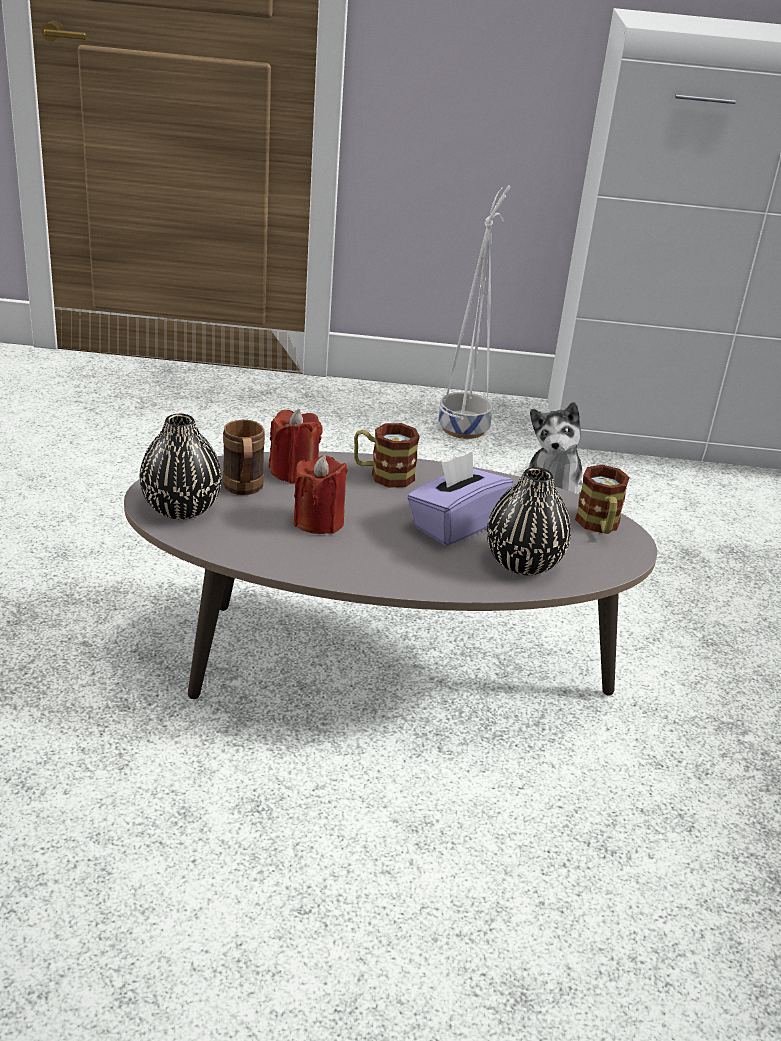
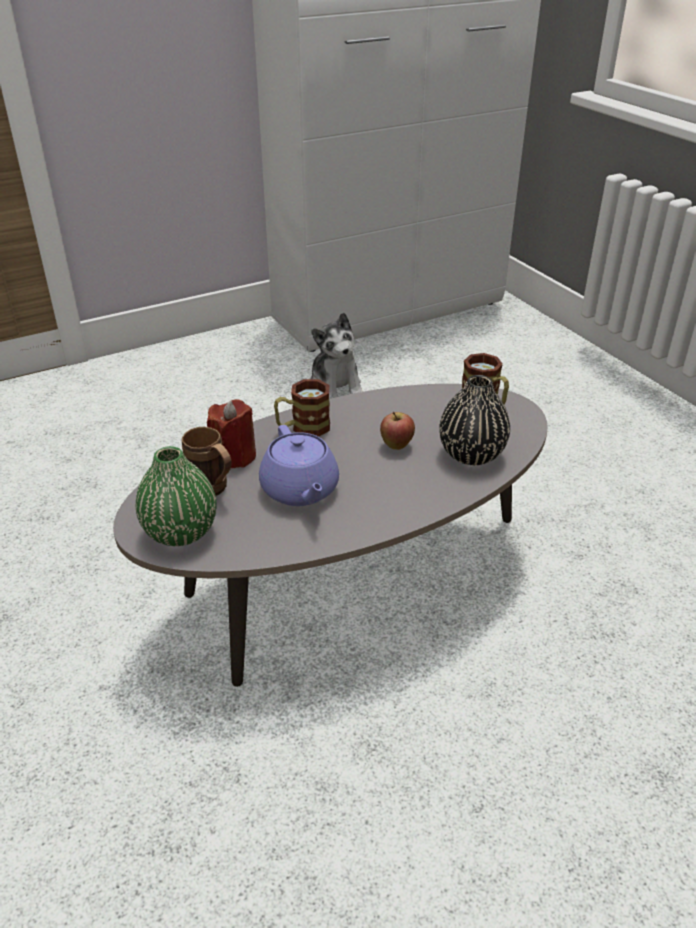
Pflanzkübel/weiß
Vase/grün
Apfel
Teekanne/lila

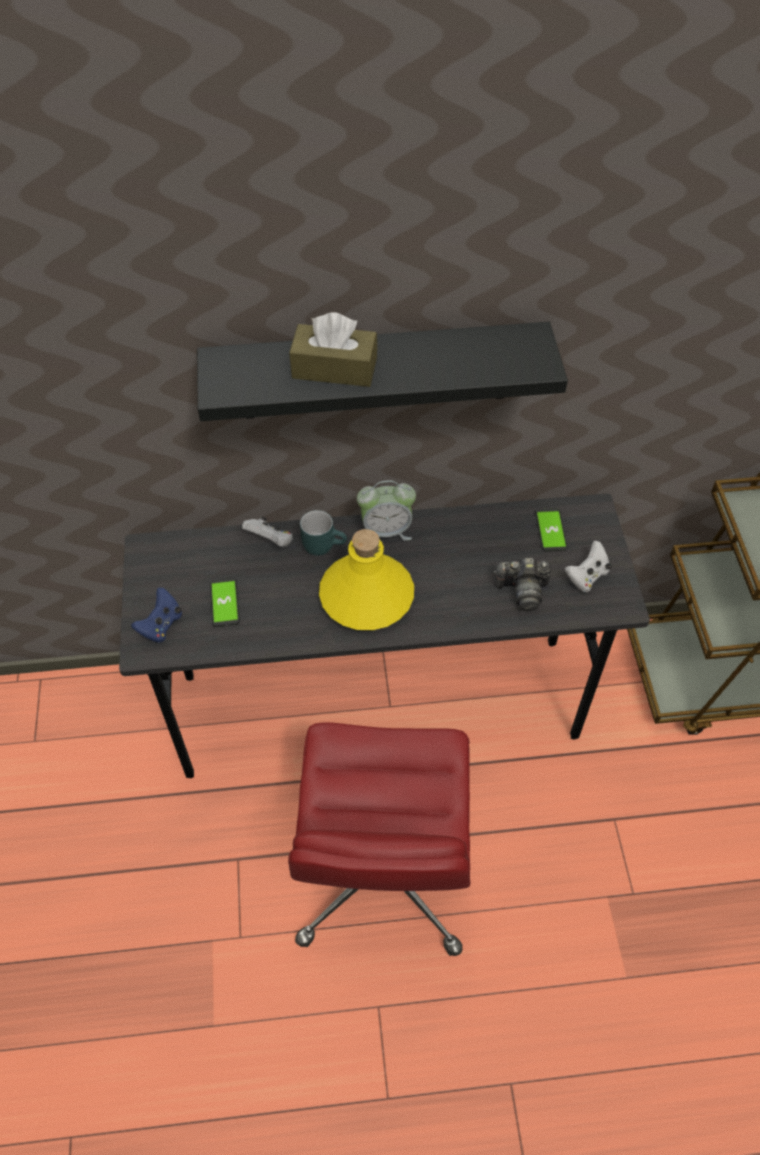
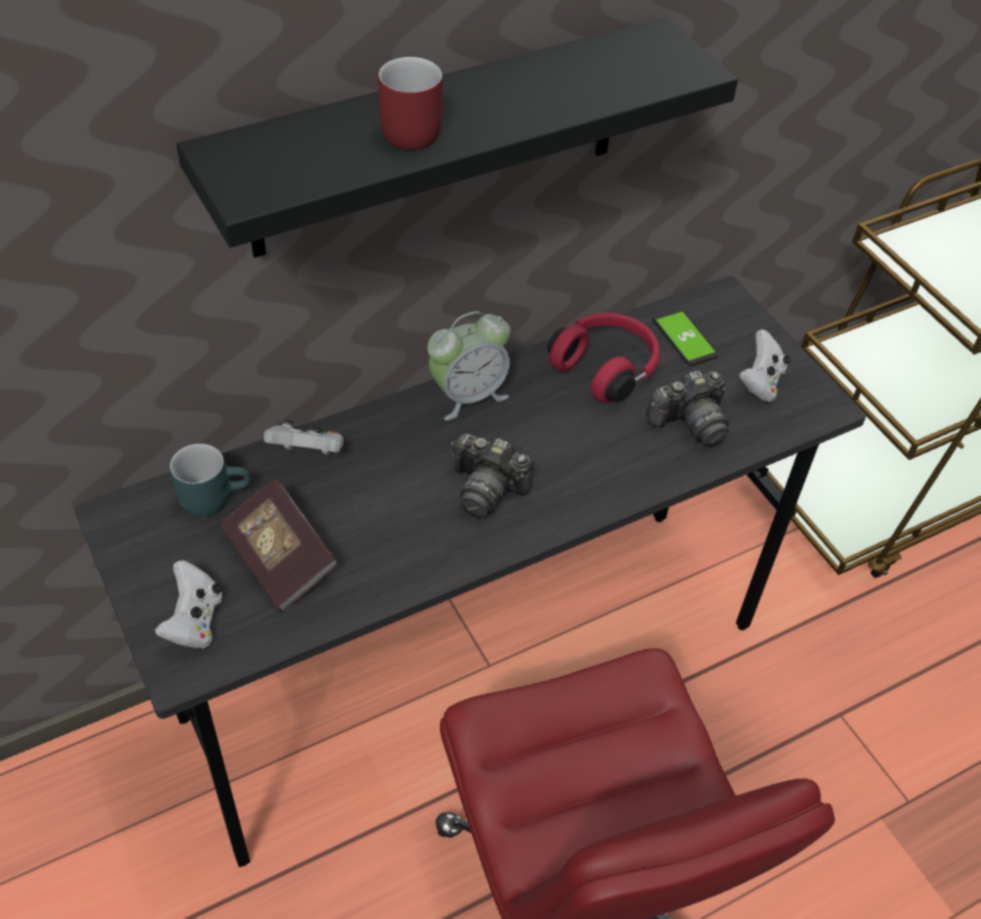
Henkelbecher/rot
Henkelbecher/türkis
Kamera (no. 1 from left)
Buch
Gamepad/weiß (no. 1 from left)
Kopfhörer/rot

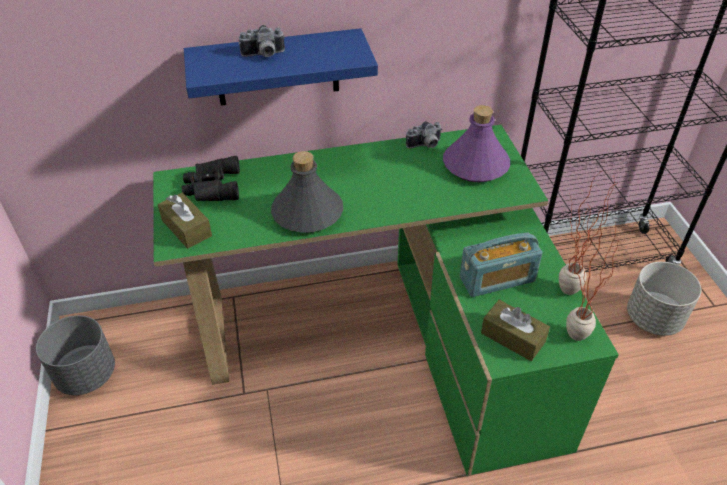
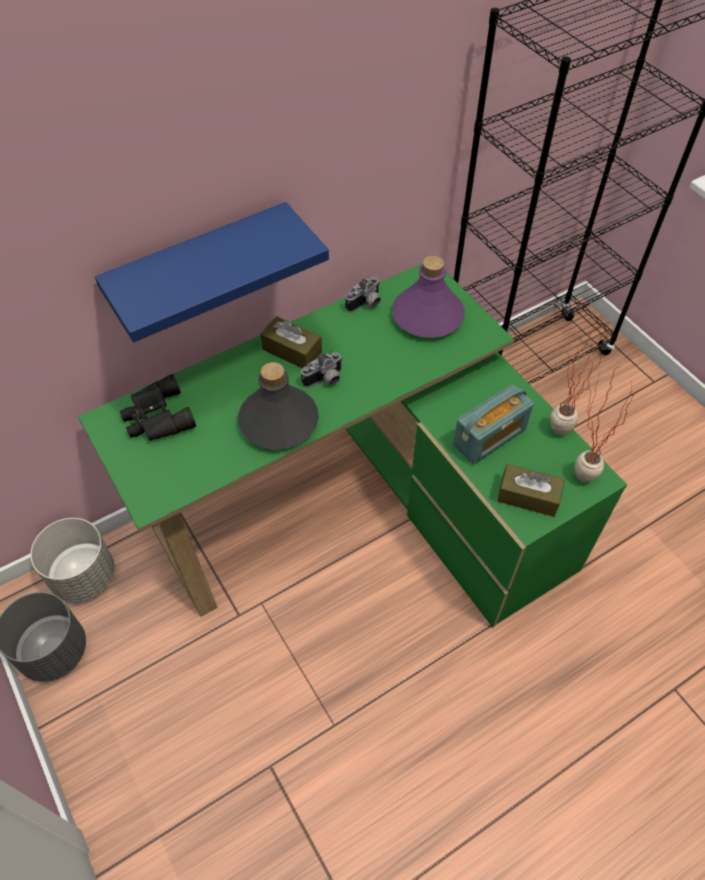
Kamera (no. 1 from left)
Taschentuchbox/braun (no. 1 from left)
Pflanzkübel/grau (no. 2 from left)

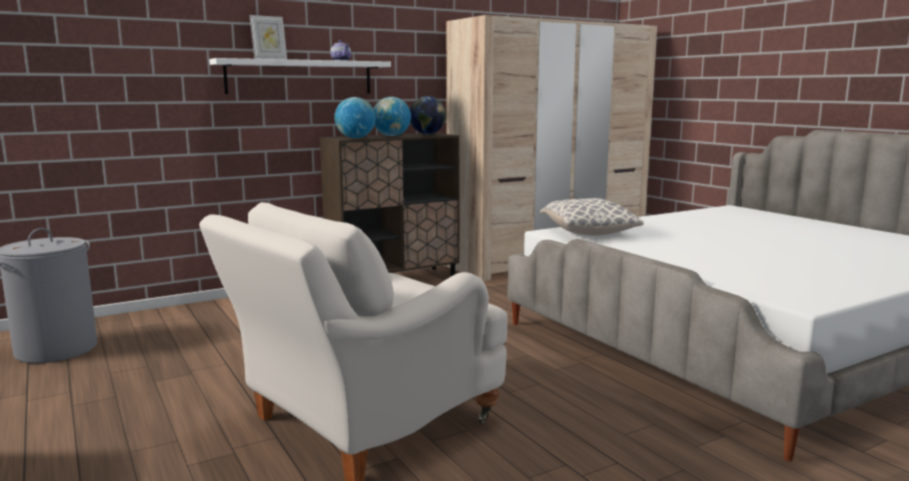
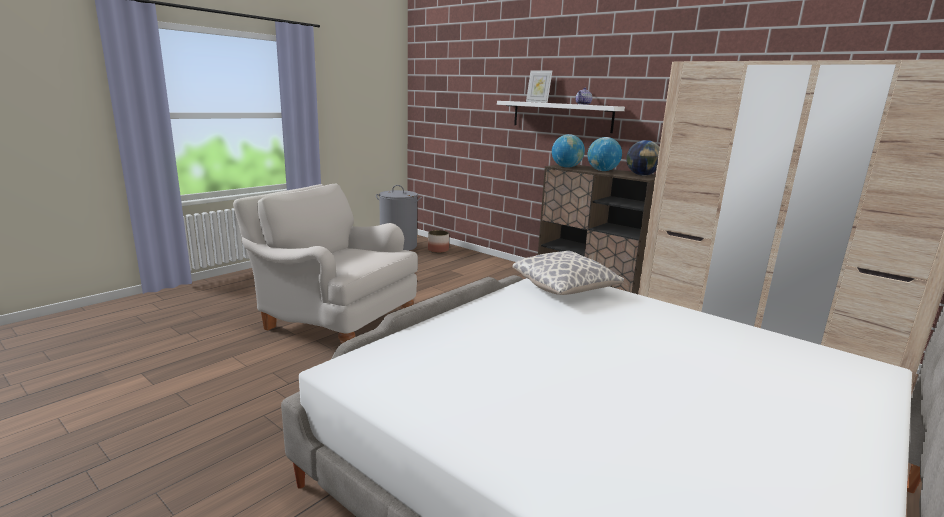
Pflanzkübel

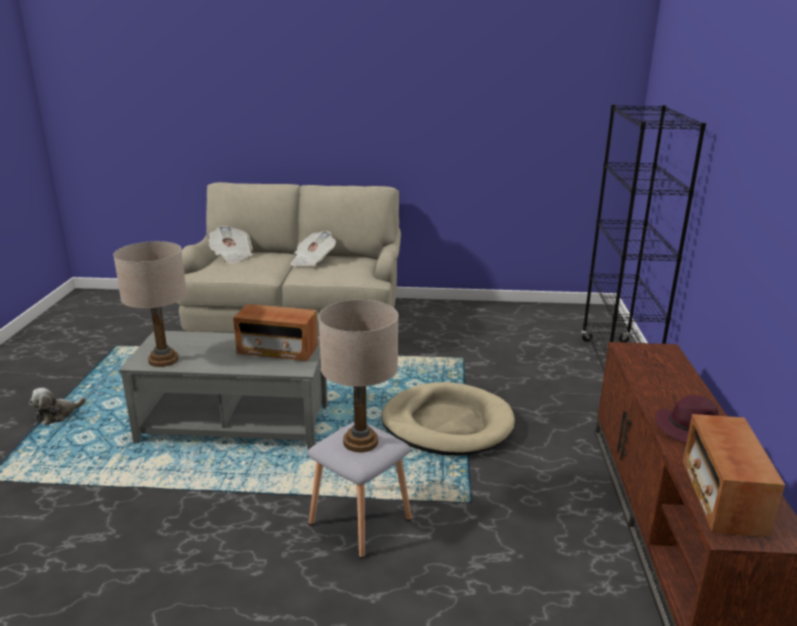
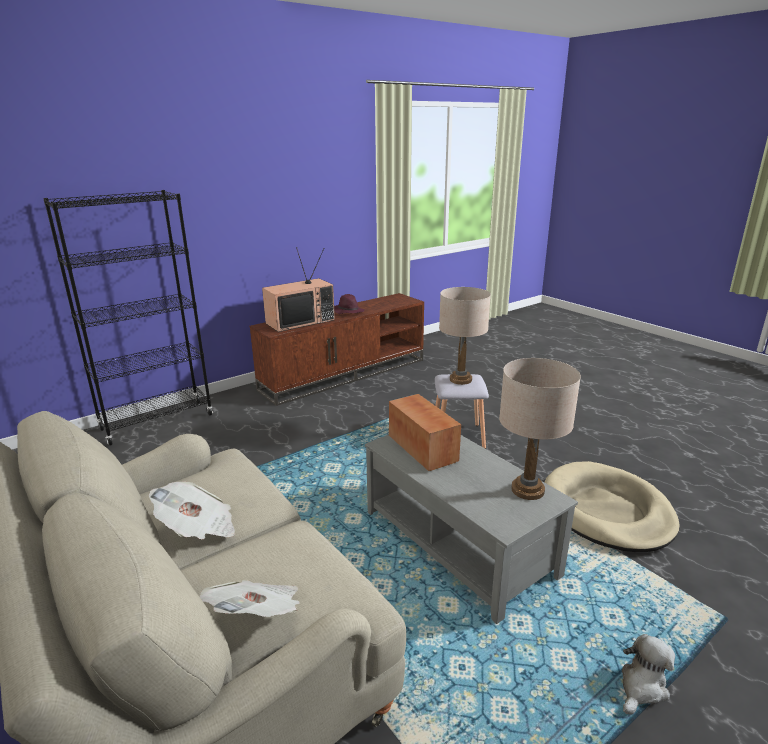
Hundebett/beige
Plüschtier
Radio (no. 2 from left in the first image)
Fernseher

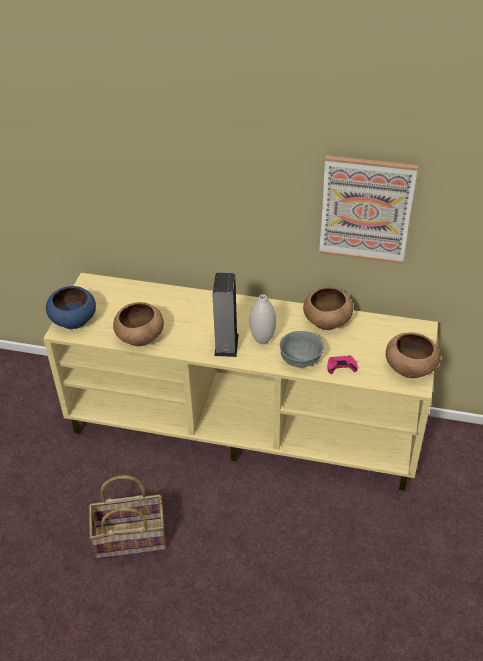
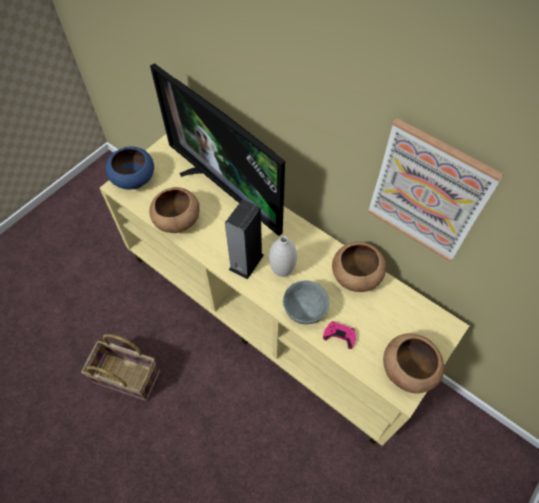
Fernseher

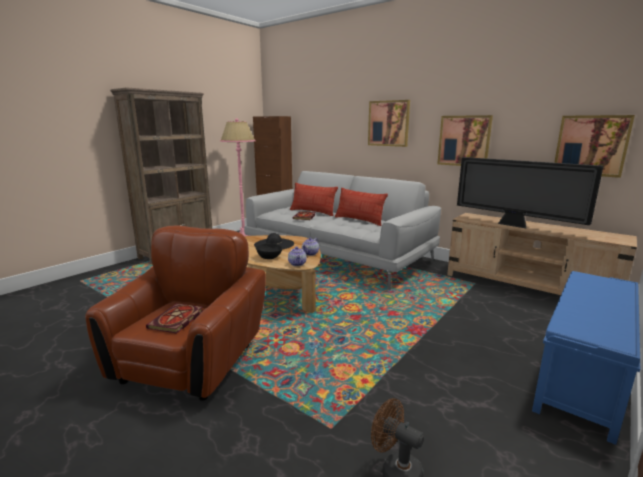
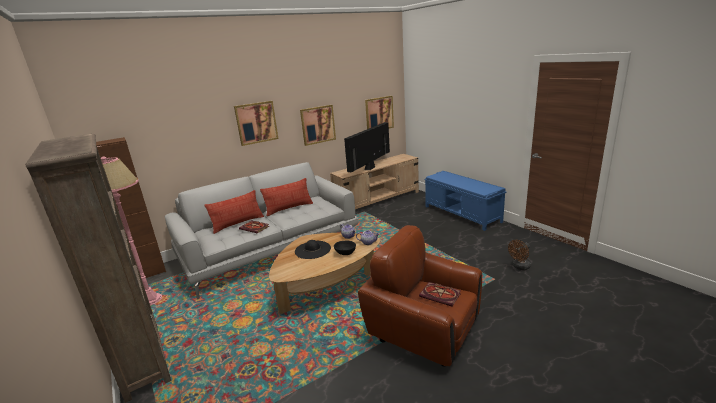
Fernseher

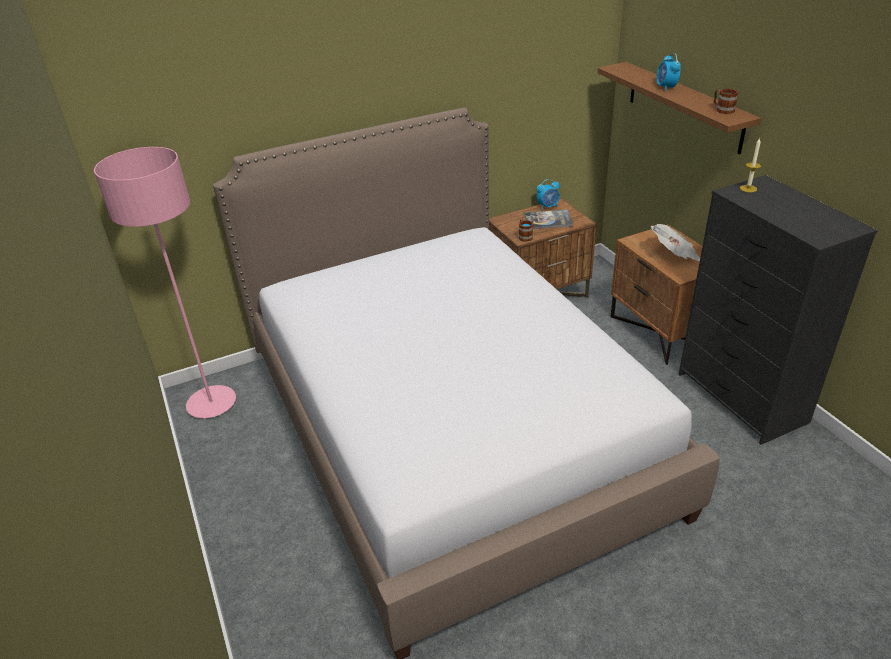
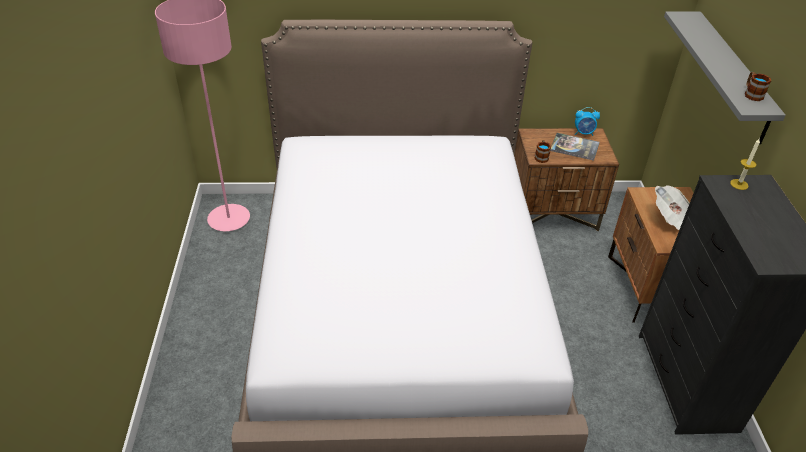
Wecker (no. 2 from left in the first image)
Wandregal/grau

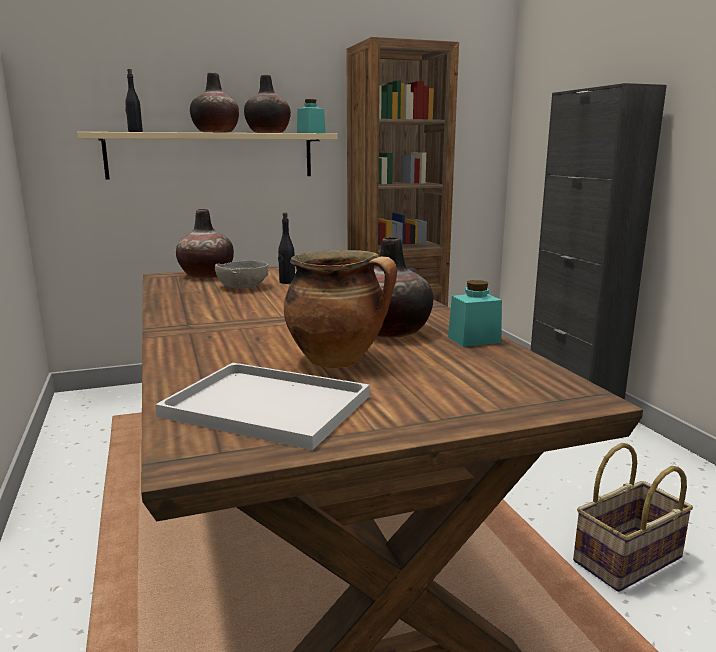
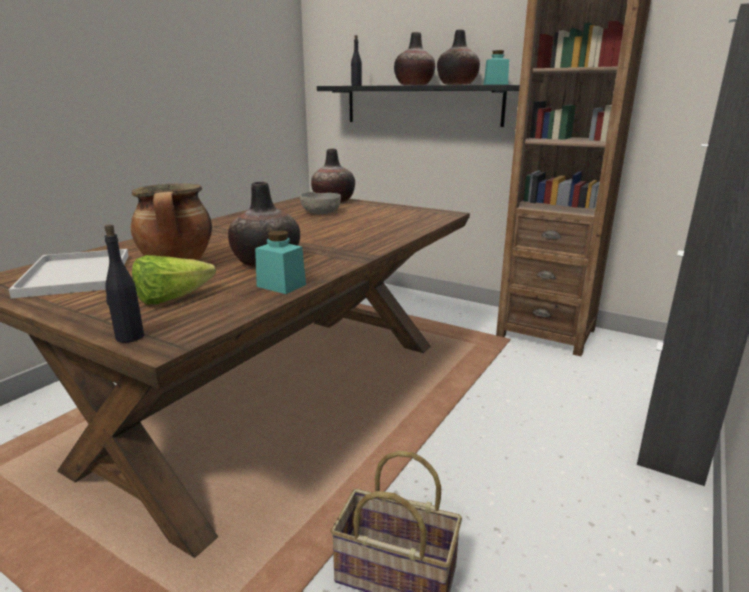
Wandregal/schwarz
Flasche/schwarz (no. 1 from left)
Salatkopf

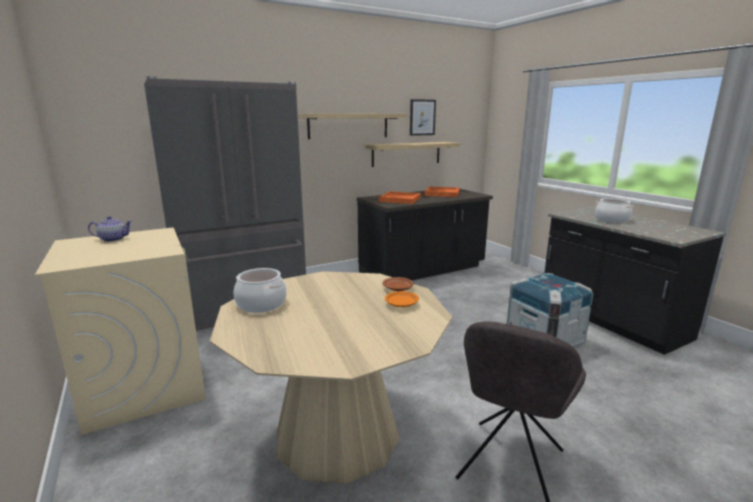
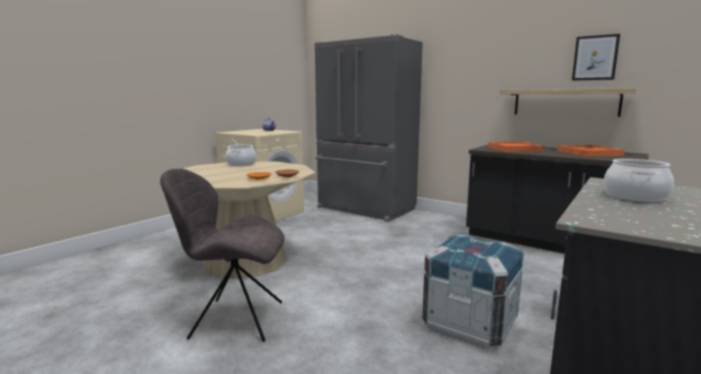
Wandregal (no. 1 from left in the first image)

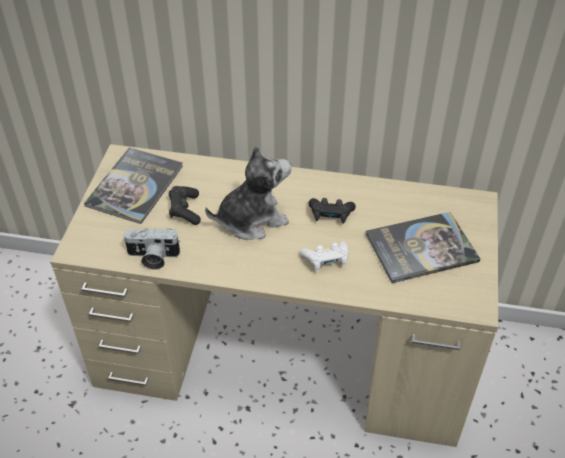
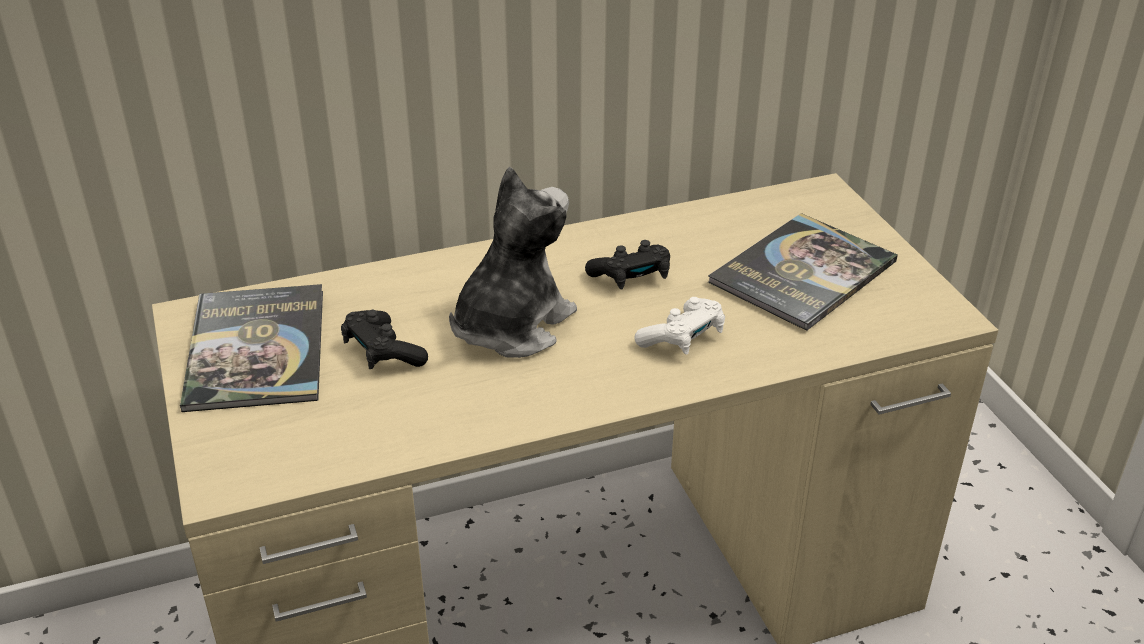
Kamera

